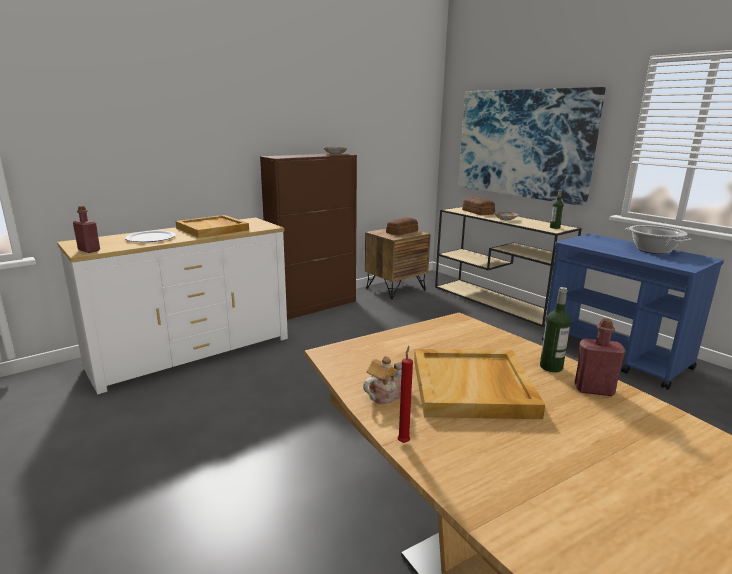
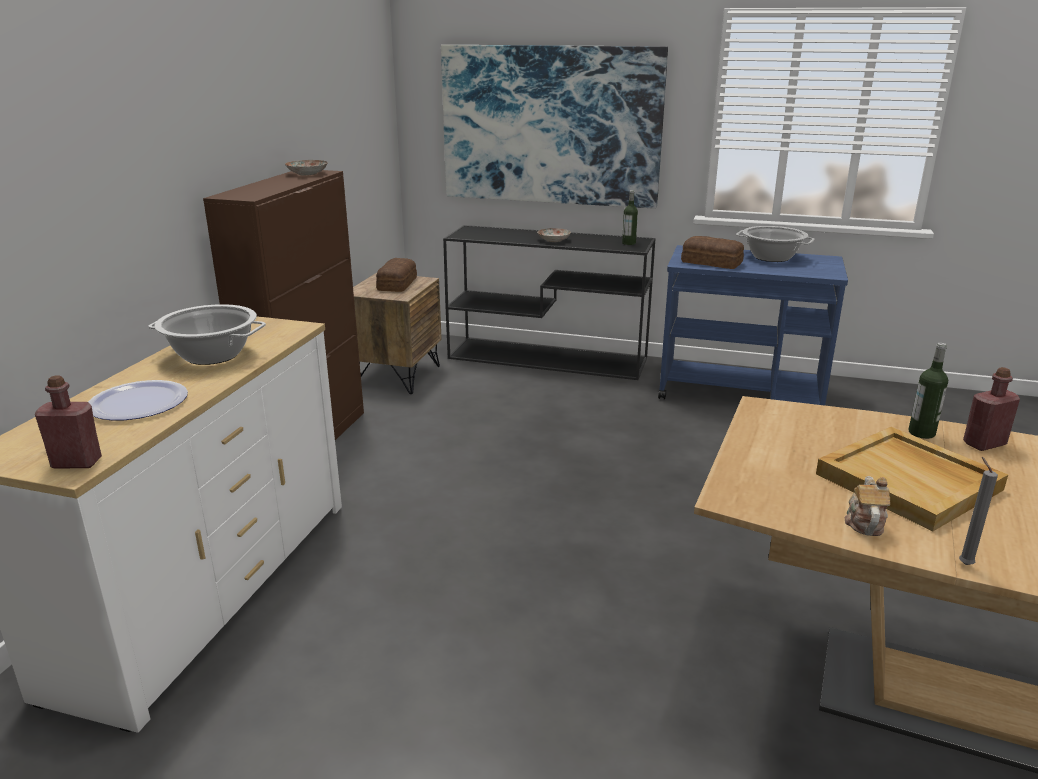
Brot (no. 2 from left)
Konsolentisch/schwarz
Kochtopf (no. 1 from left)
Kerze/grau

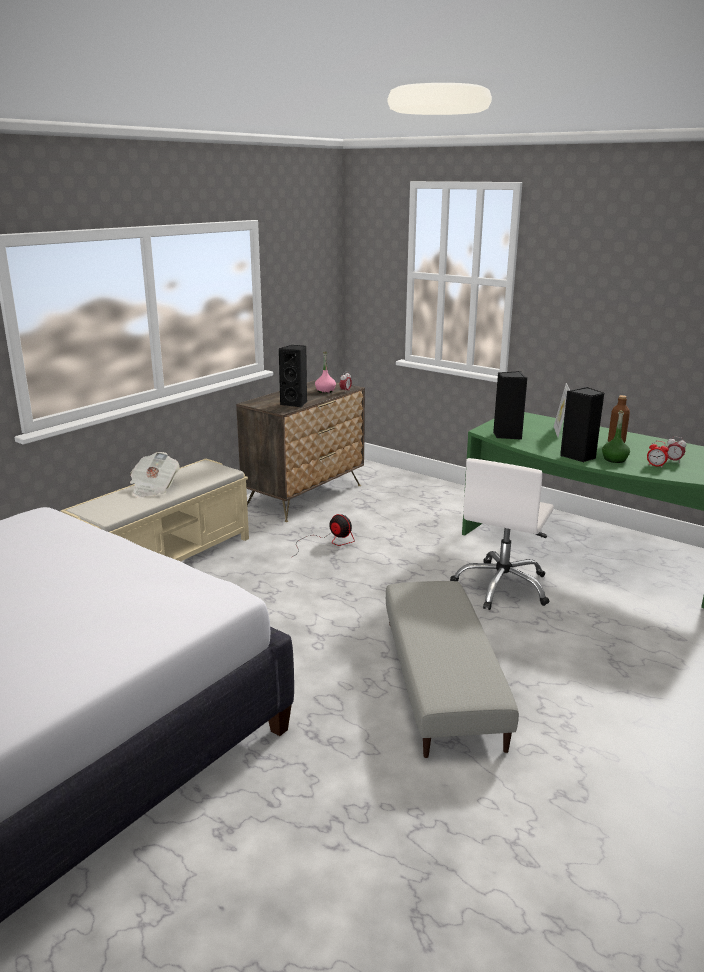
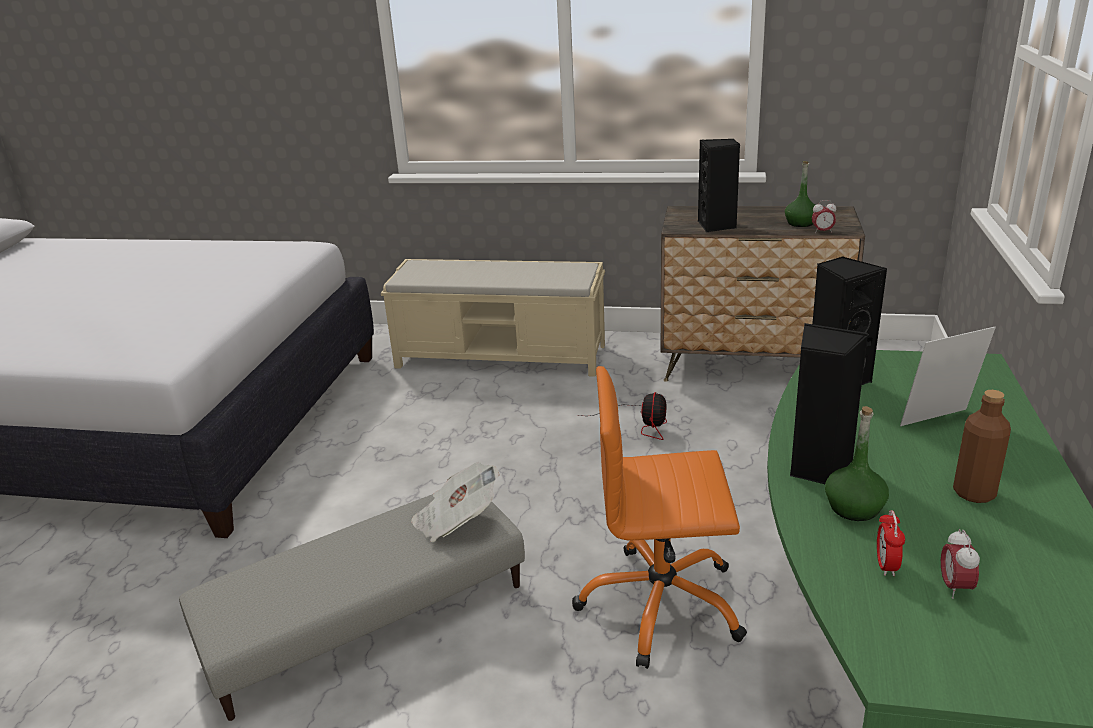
Flasche/grün (no. 1 from left)
Zeitung
Bürostuhl/orange

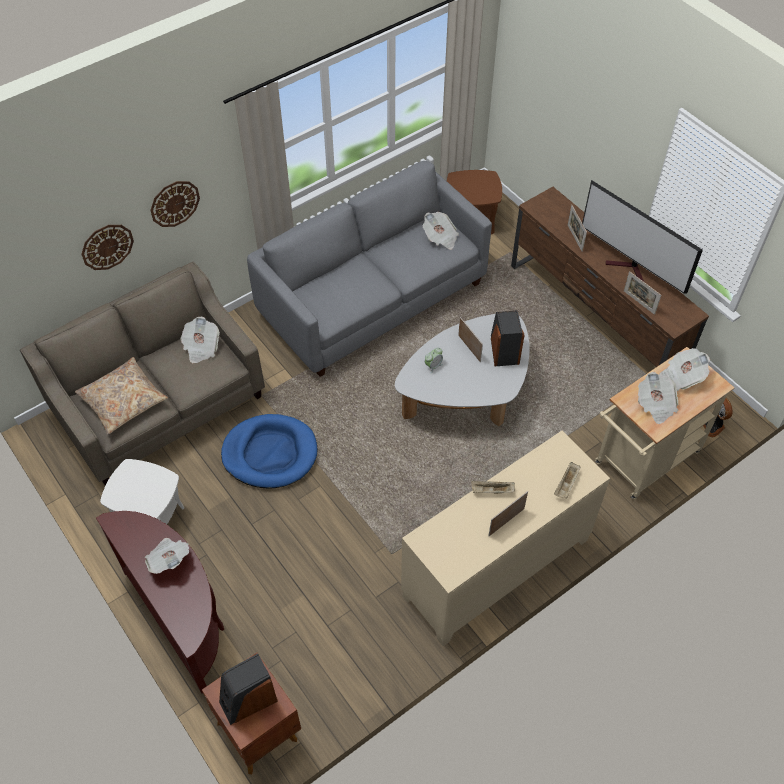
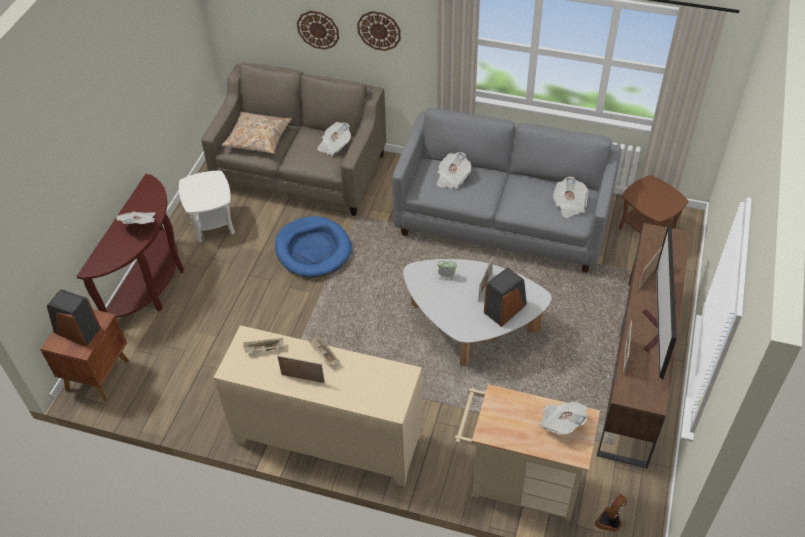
Zeitung (no. 3 from left)
Tablett/beige (no. 1 from left)

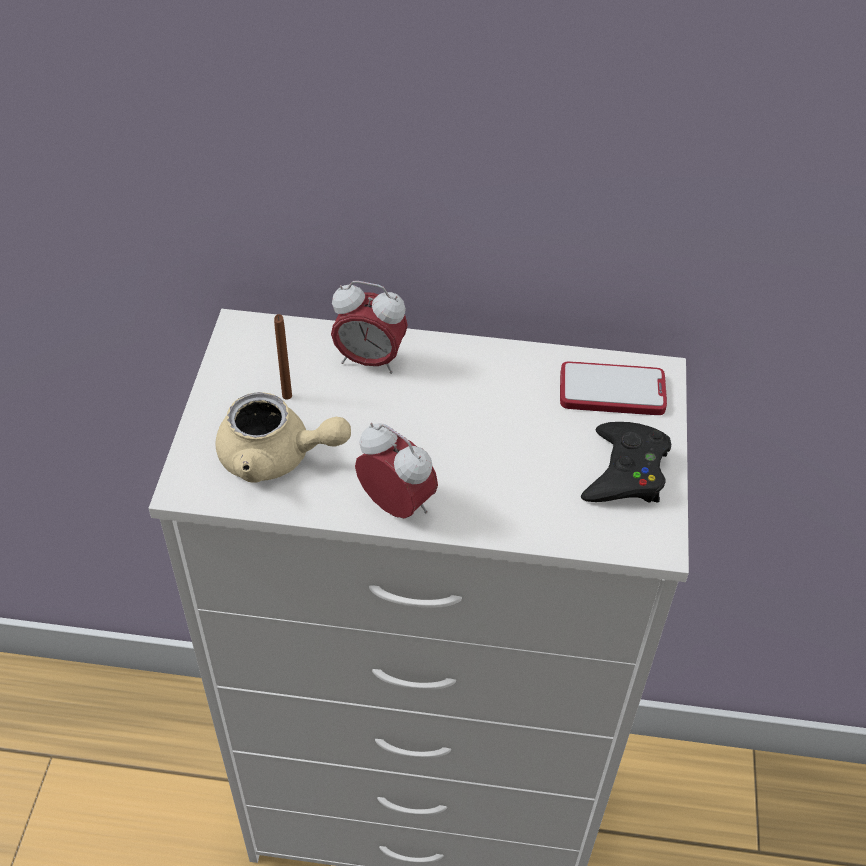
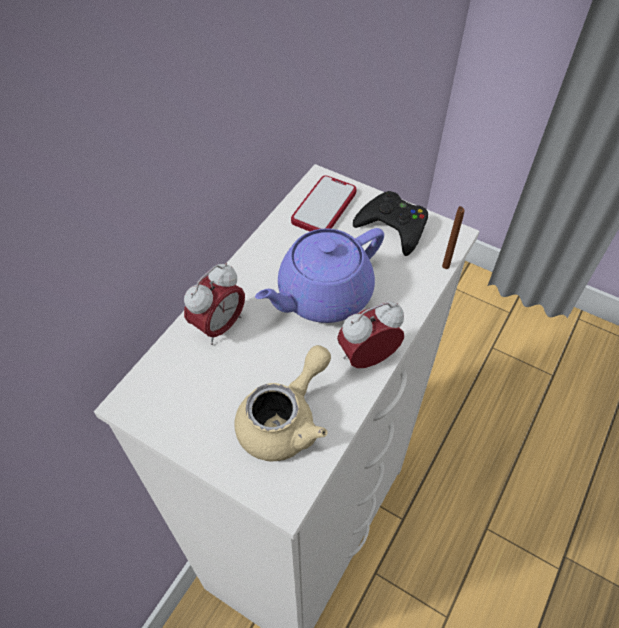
Kerze/braun
Teekanne/lila

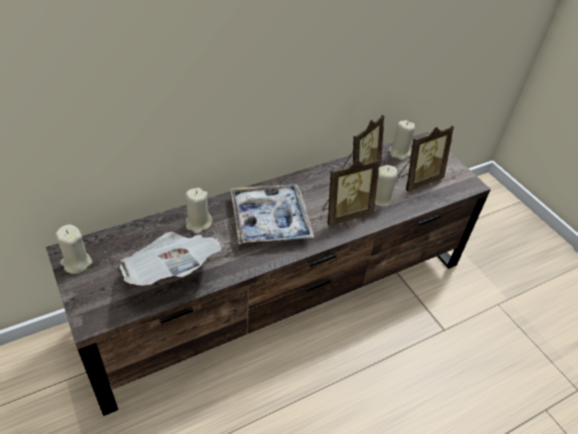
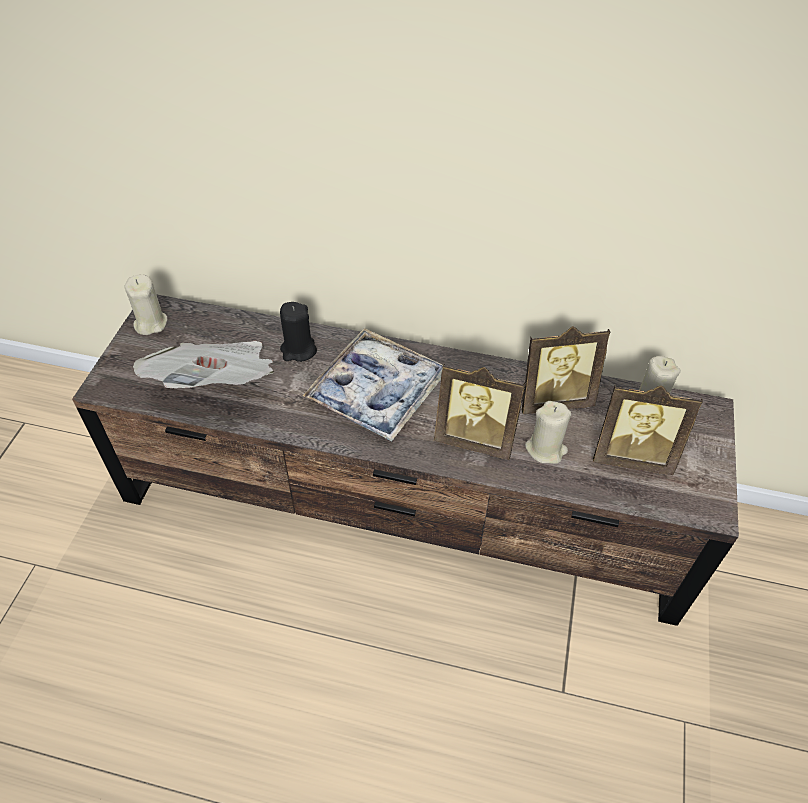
Kerze/schwarz

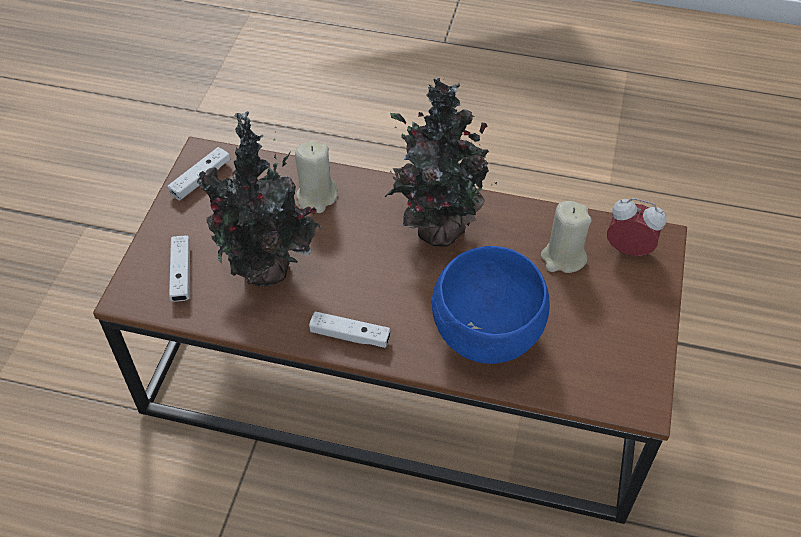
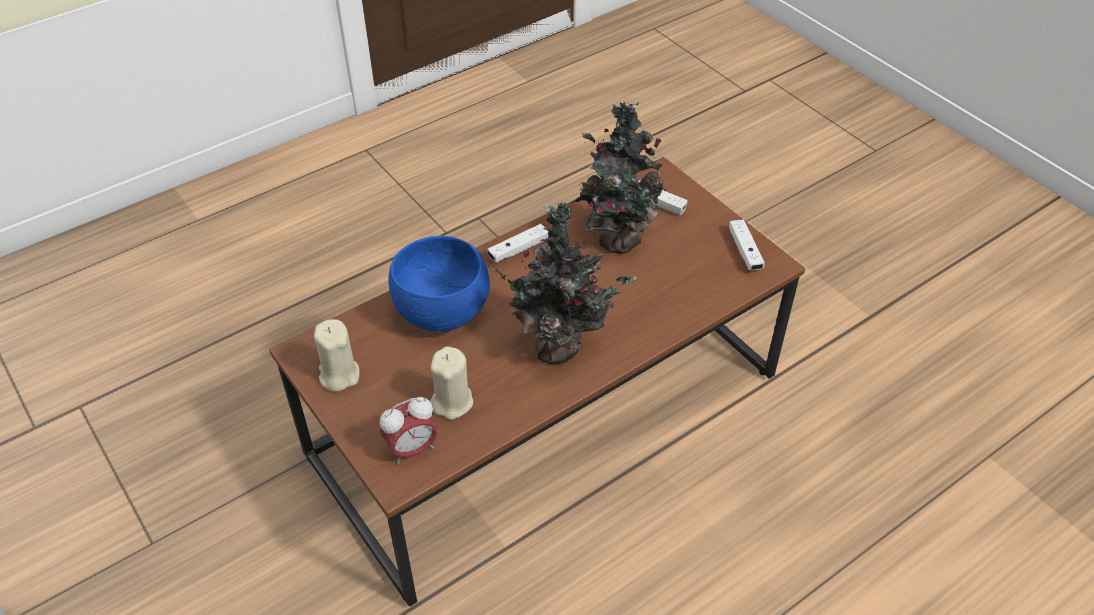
Kerze/beige (no. 1 from left)

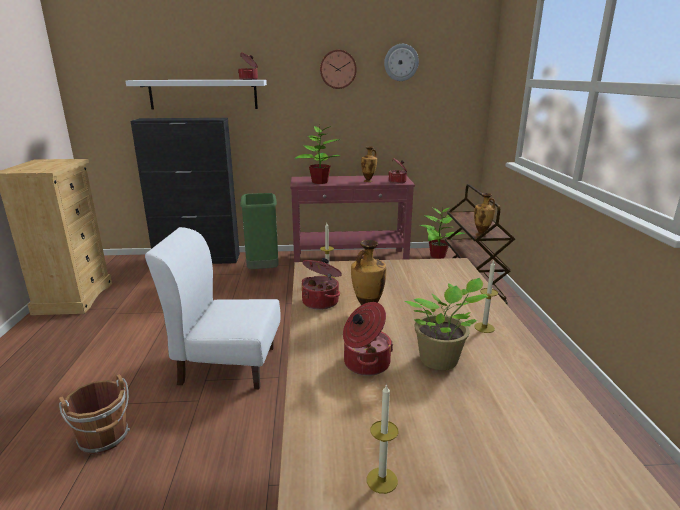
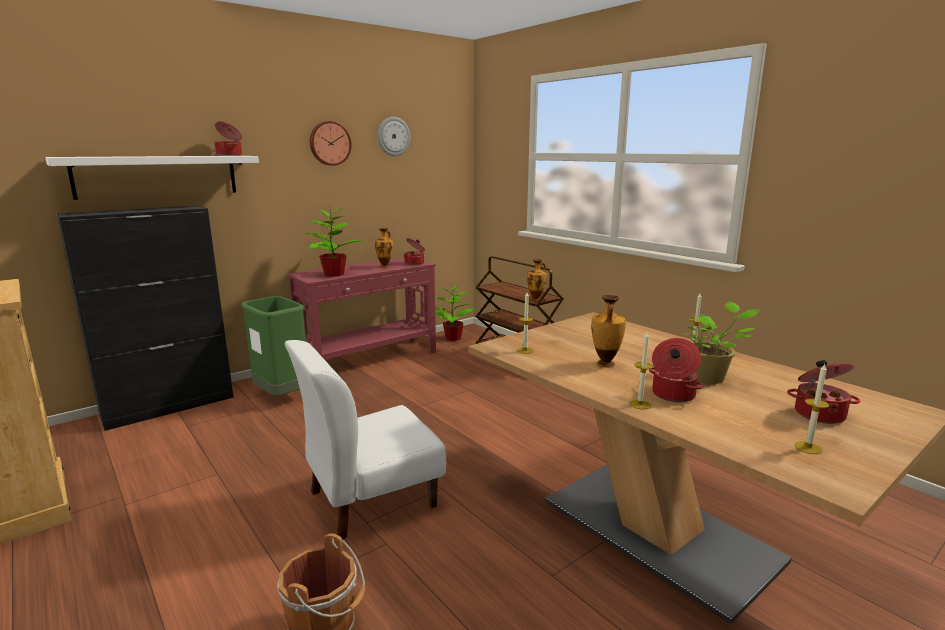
Kochtopf (no. 4 from left)
Kerze (no. 2 from left)

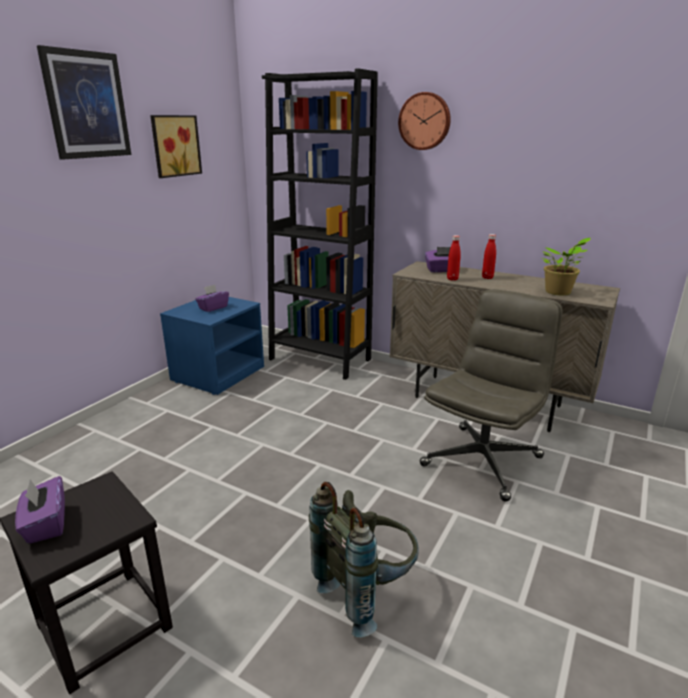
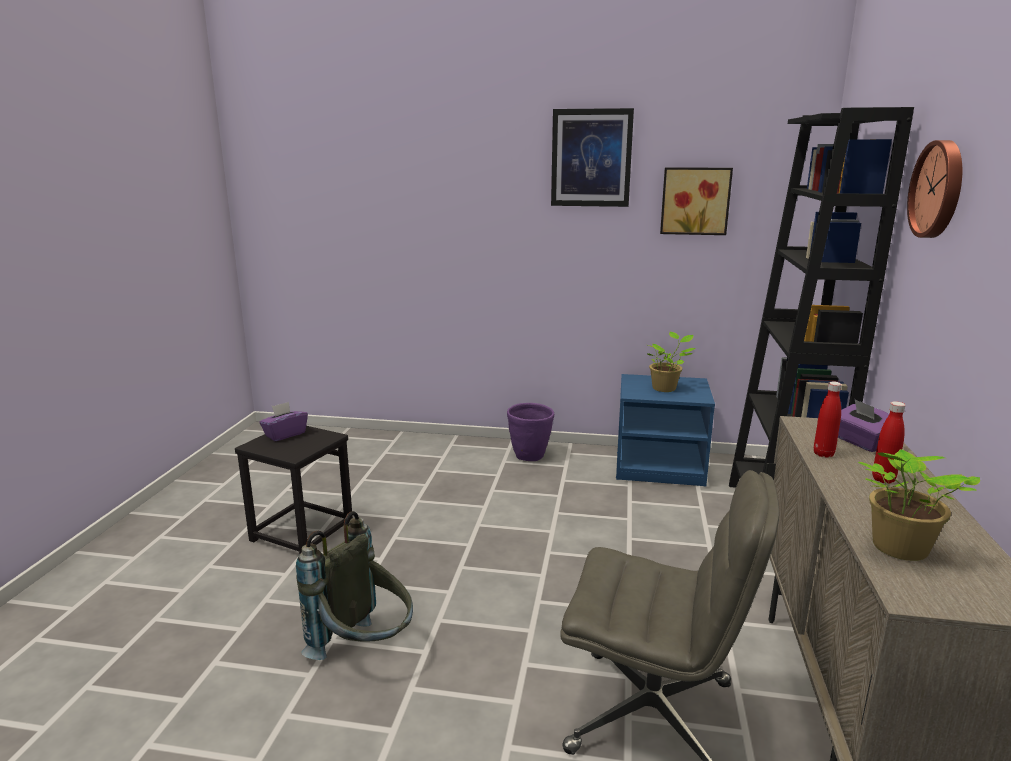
Topfpflanze (no. 1 from left)
Pflanzkübel/lila

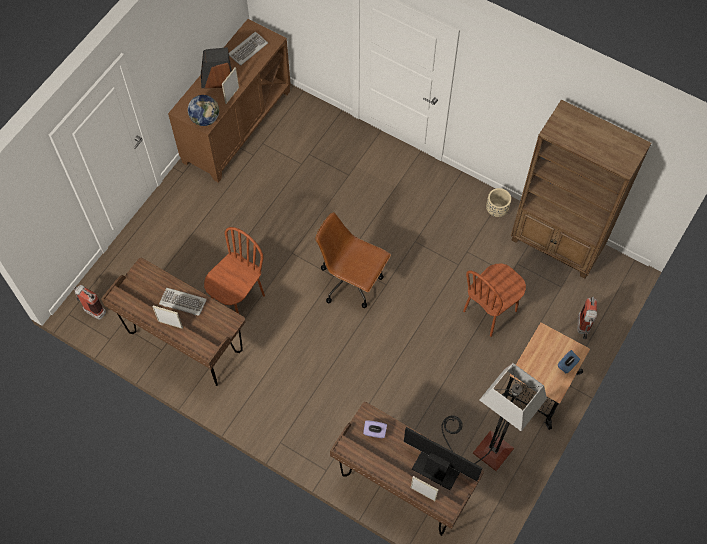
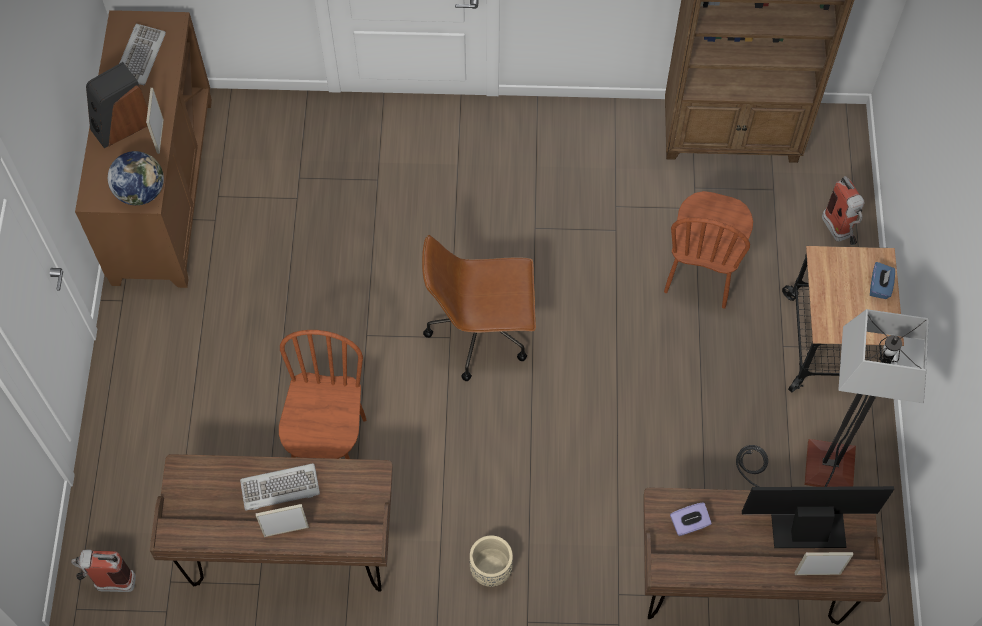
Pflanzkübel/beige

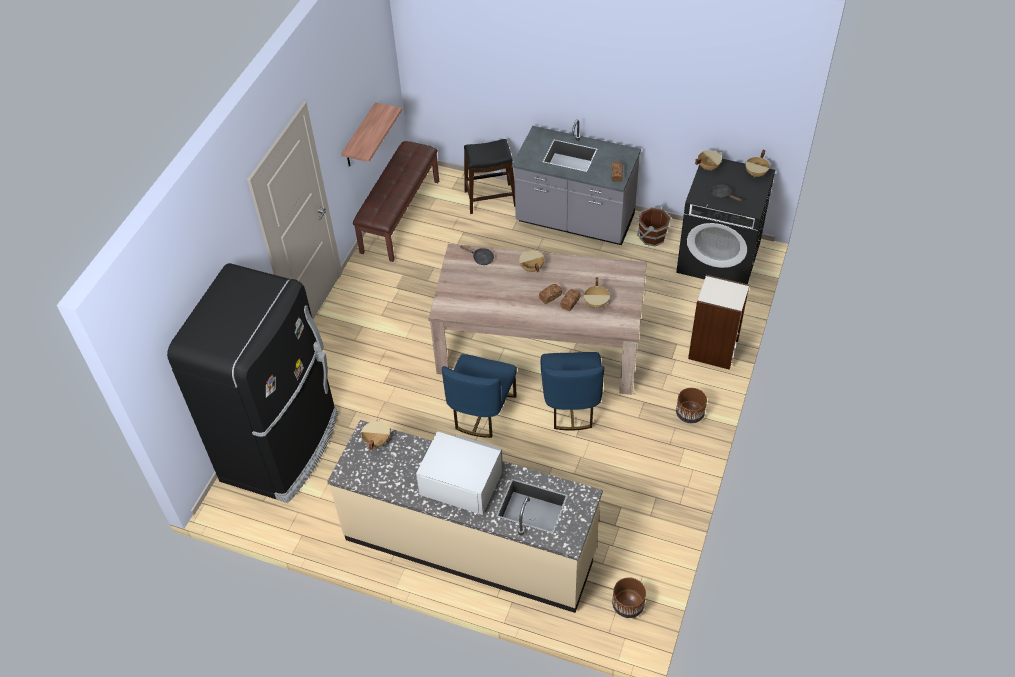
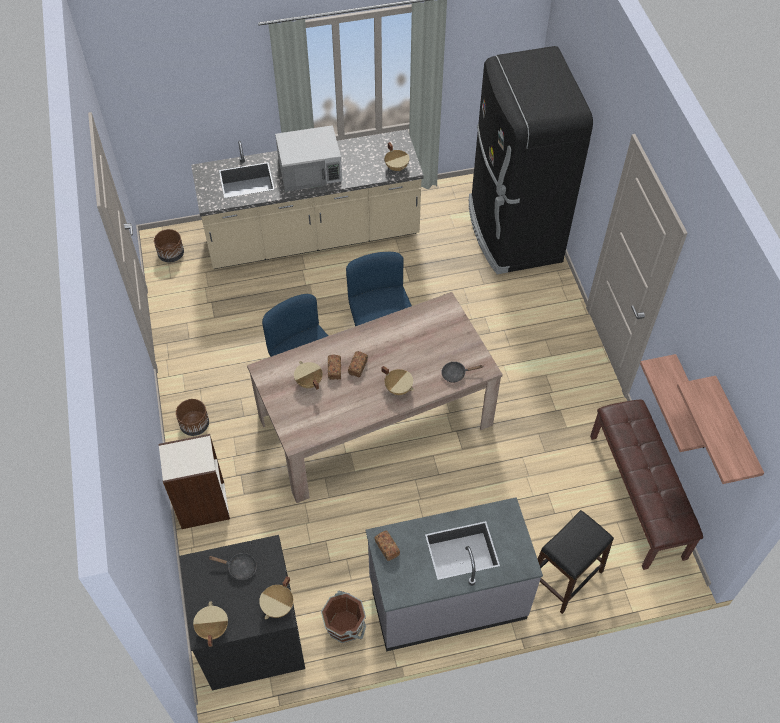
Wandregal (no. 2 from left)

